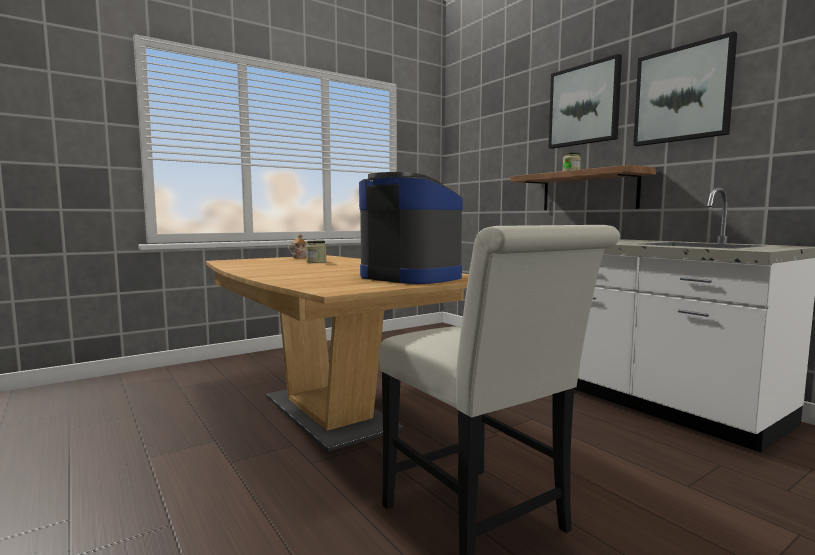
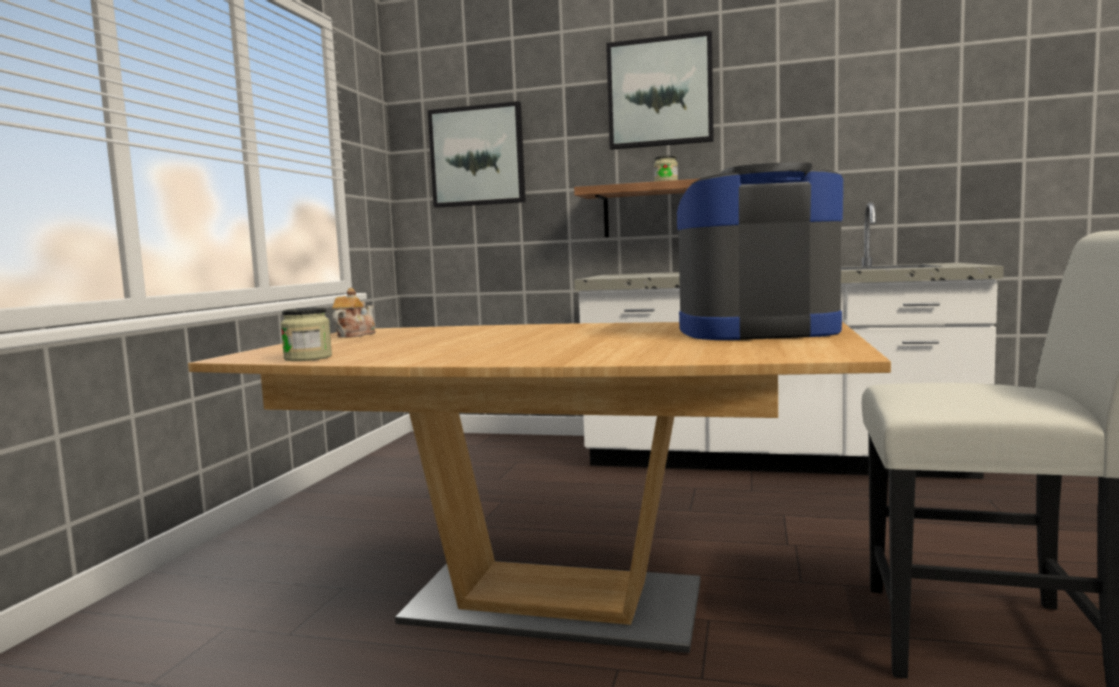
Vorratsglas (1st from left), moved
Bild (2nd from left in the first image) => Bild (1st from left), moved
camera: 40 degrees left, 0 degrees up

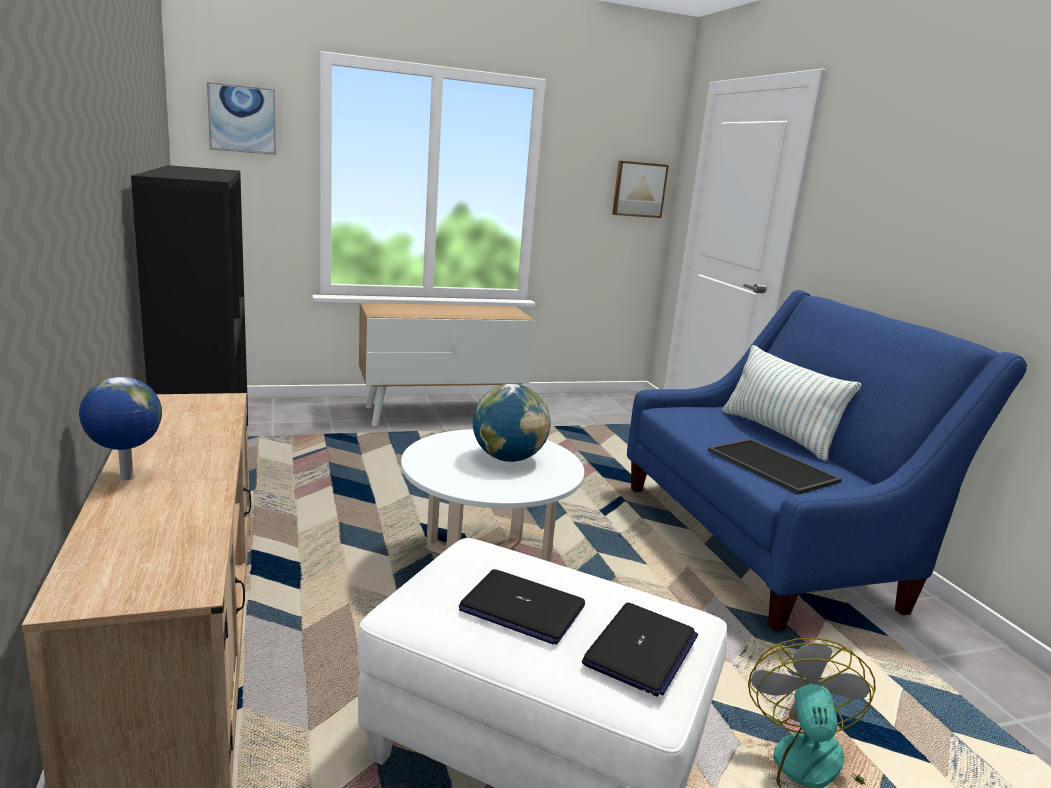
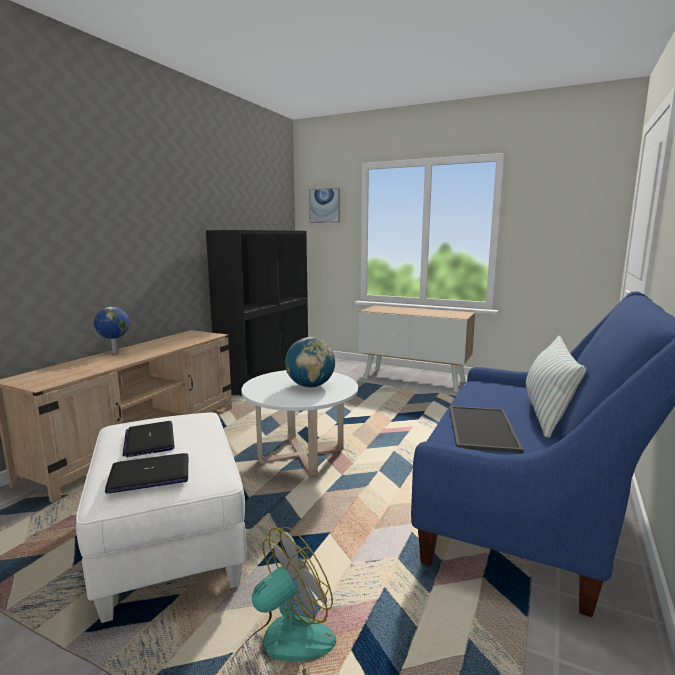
Bild (2nd from left) => nothing
camera: 45 degrees right, 5 degrees down

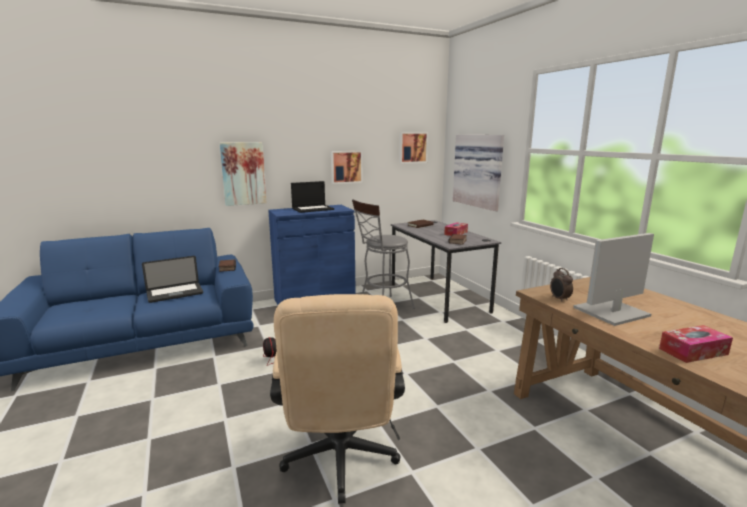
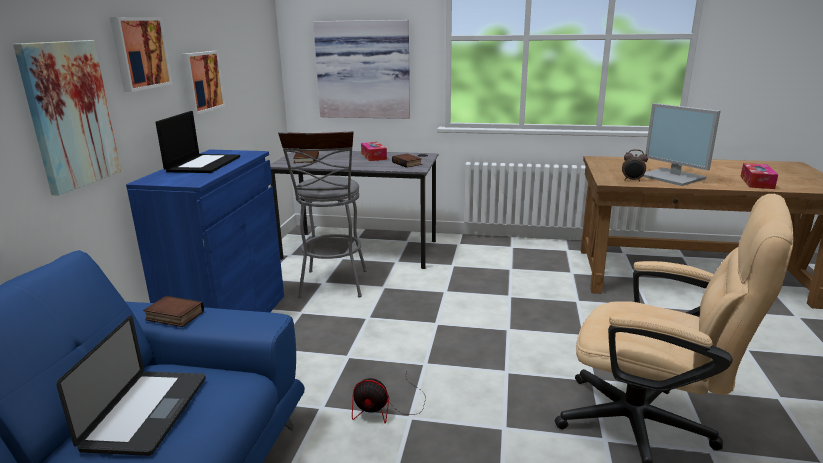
Bild (3rd from left in the first image) => Bild (2nd from left), moved
Monitor, 45 degrees counterclockwise
camera: 55 degrees left, 5 degrees up

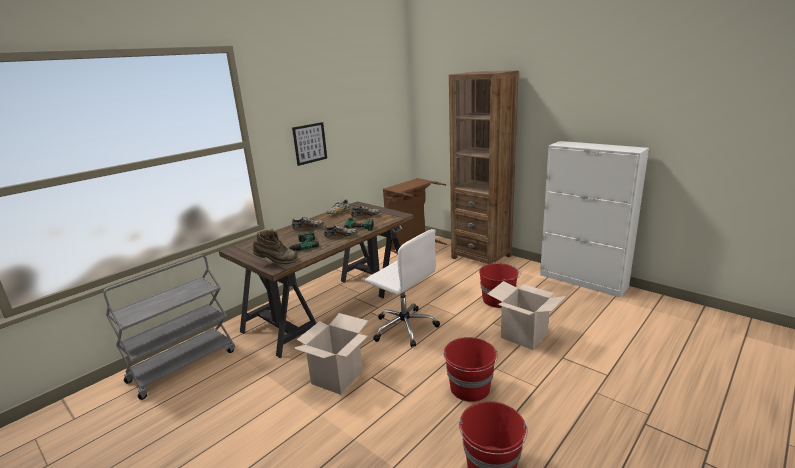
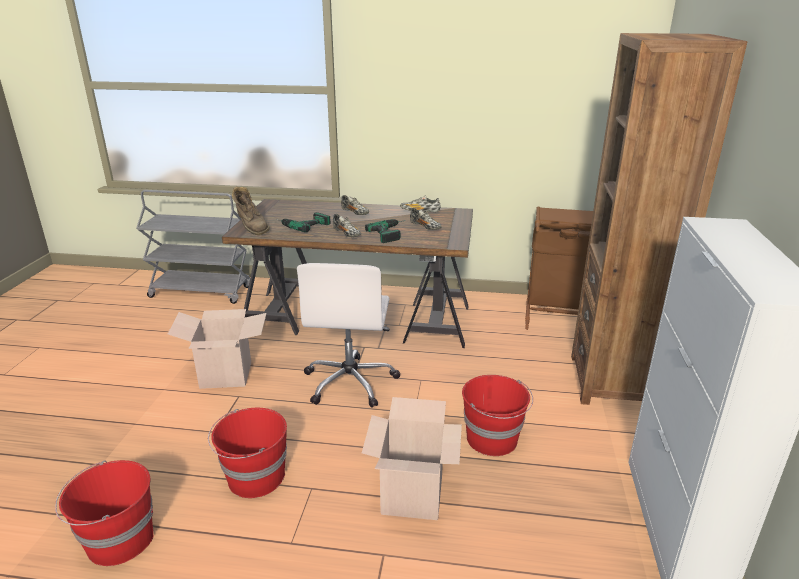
Bild => nothing
camera: 55 degrees right, 5 degrees up

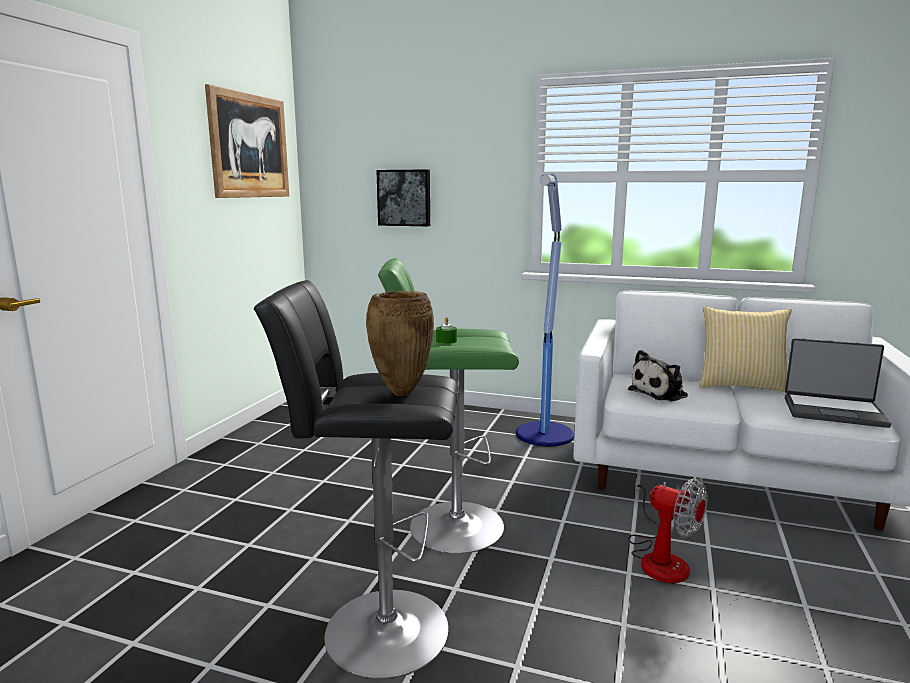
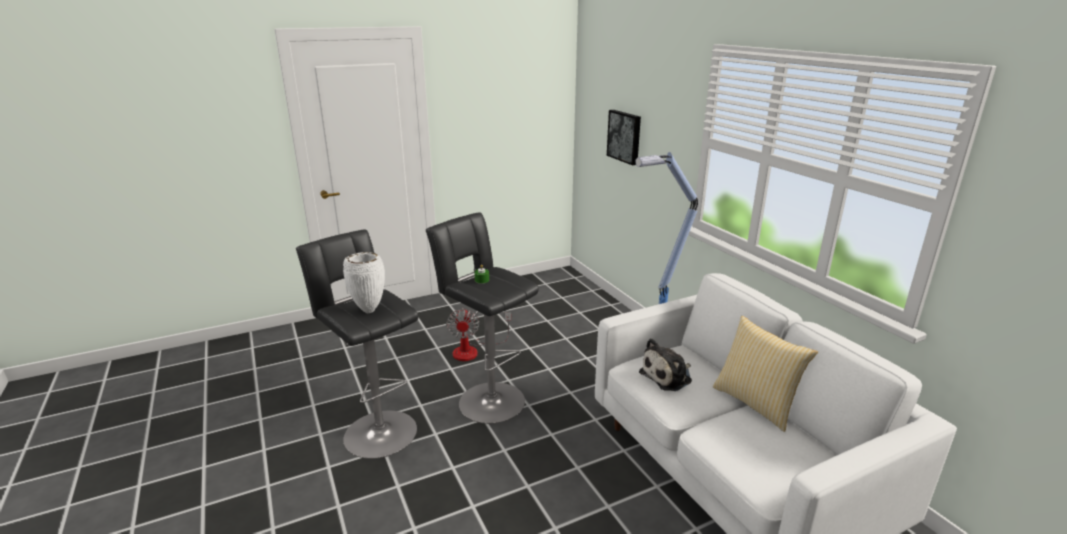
Bild (1st from left) => nothing
Laptop => nothing
Ventilator, moved
Vase (braun) => Vase (weiß)
Hocker (grün) => Hocker (schwarz) (2nd from left)
Plüschtier, 45 degrees counterclockwise
camera: 45 degrees right, 10 degrees up

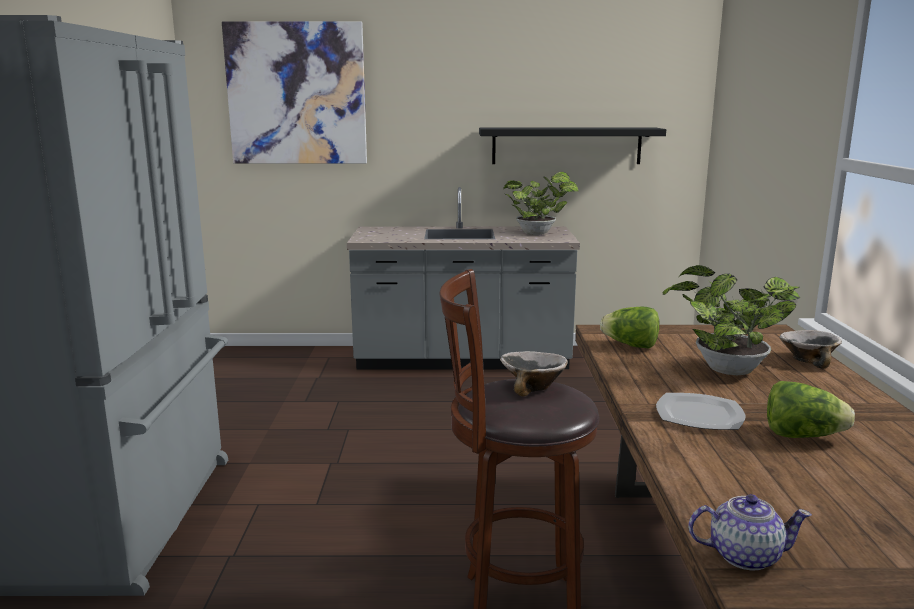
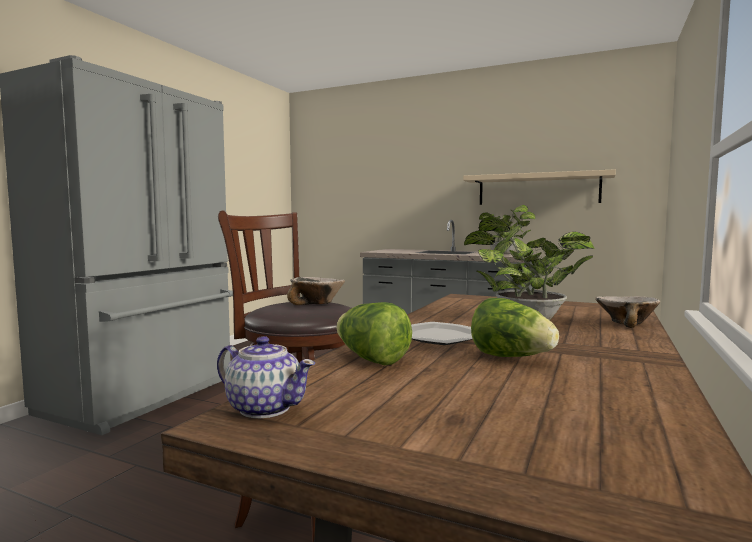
Bild => nothing
Salatkopf (1st from left), moved
Wandregal (schwarz) => Wandregal (beige)
camera: 25 degrees right, 10 degrees down

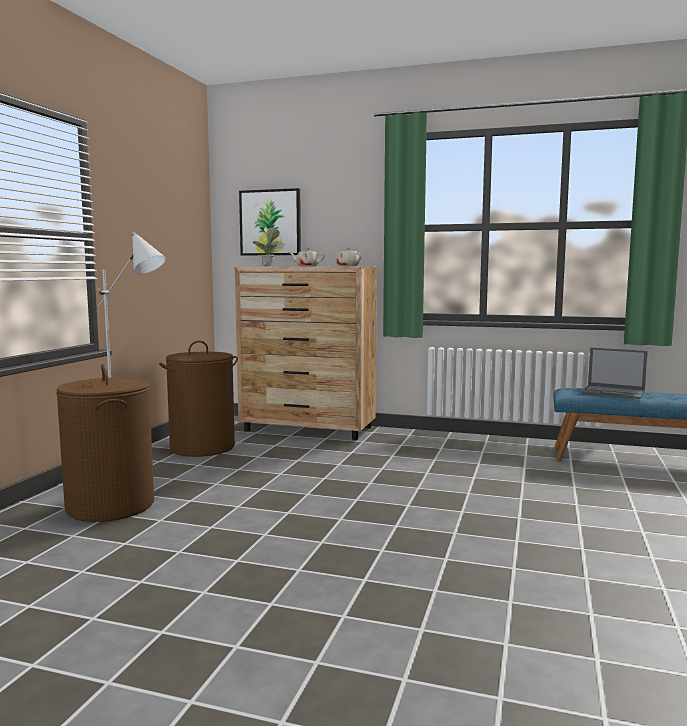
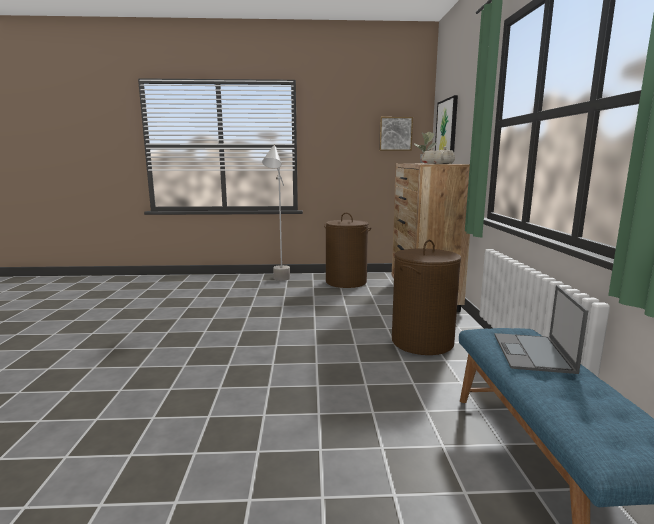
nothing => Bild (1st from left)
Wäschekorb (braun) (1st from left in the first image) => Wäschekorb (braun) (2nd from left), moved
camera: 70 degrees right, 5 degrees up

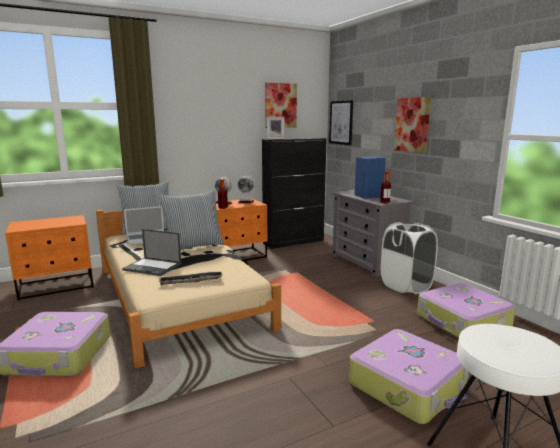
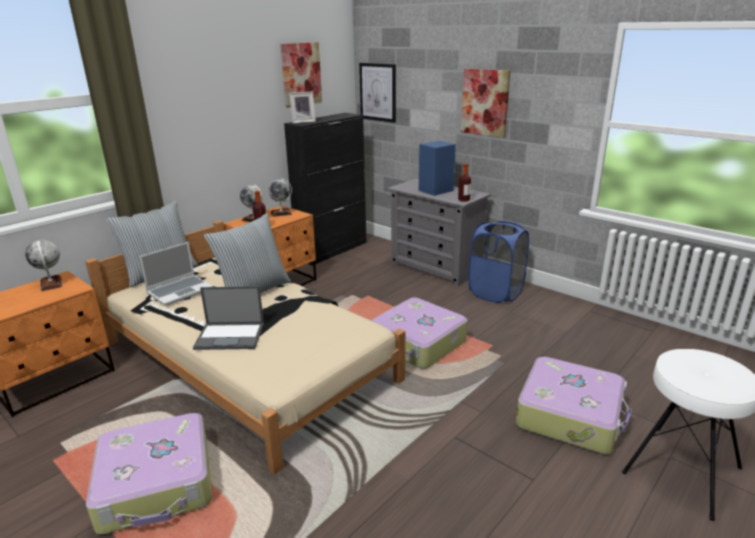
Tablett => nothing
nothing => Globus (1st from left)
Koffer (3rd from left in the first image) => Koffer (2nd from left), moved
Wäschekorb (weiß) => Wäschekorb (blau)
camera: 20 degrees left, 10 degrees up

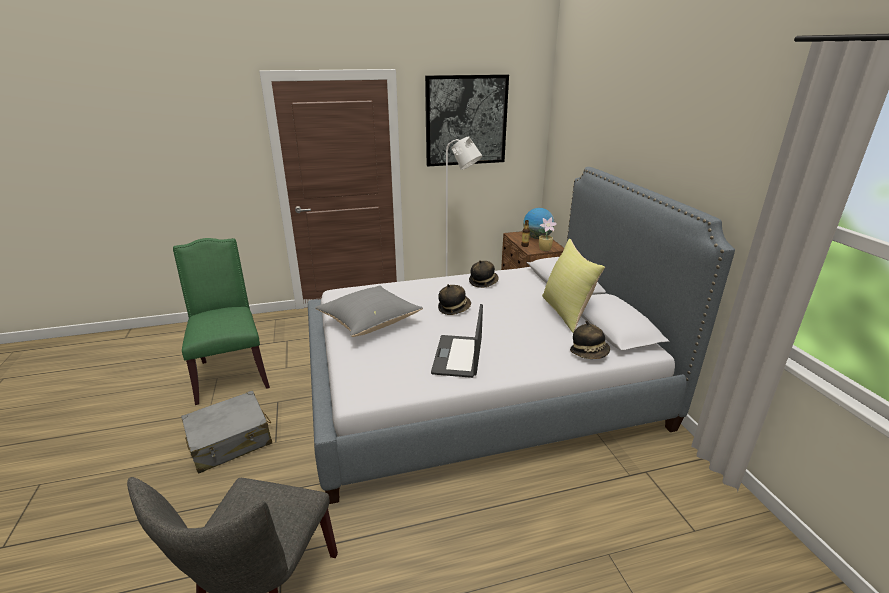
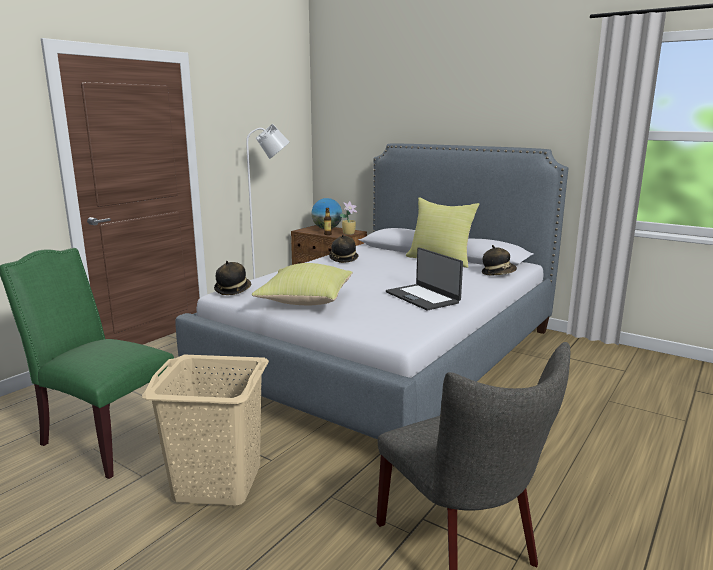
Bild => nothing
Hut (1st from left), moved
Koffer (grau) => Wäschekorb (beige)
Kissen (grau) => Kissen (gelb) (1st from left)
camera: 40 degrees left, 10 degrees down

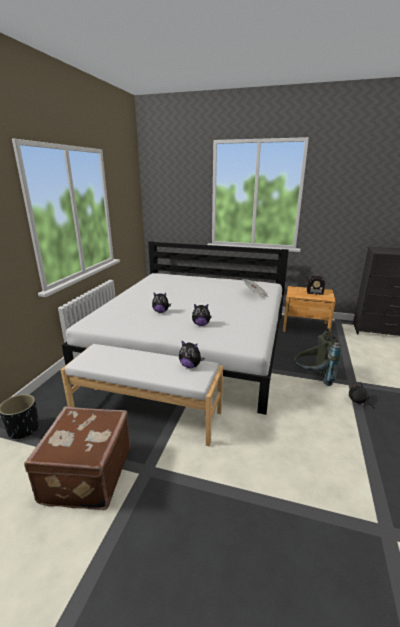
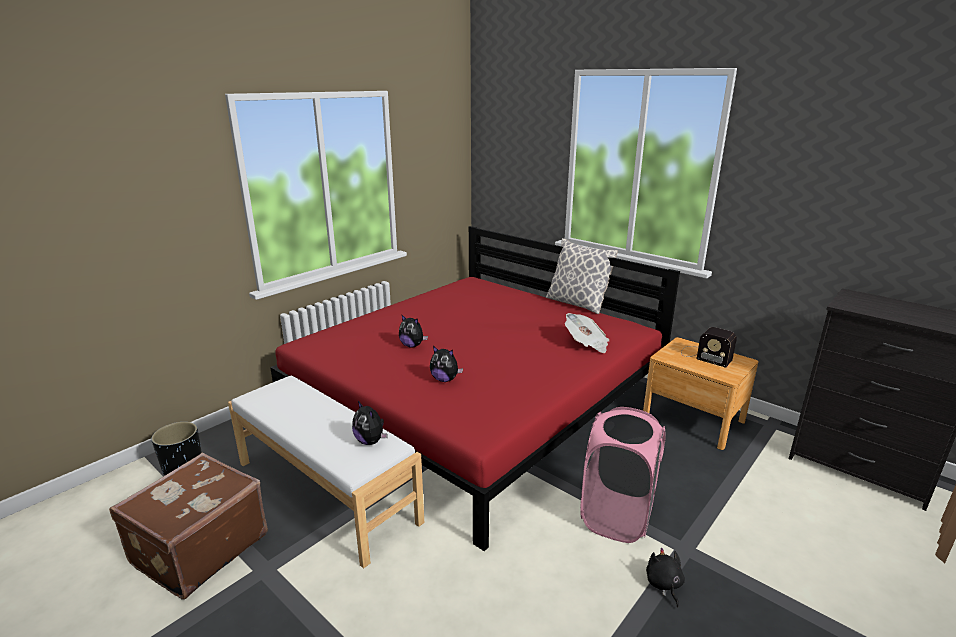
nothing => Kissen
Rucksack (grau) => Wäschekorb (rosa)
Bett (weiß) => Bett (rot)
camera: 25 degrees right, 0 degrees up

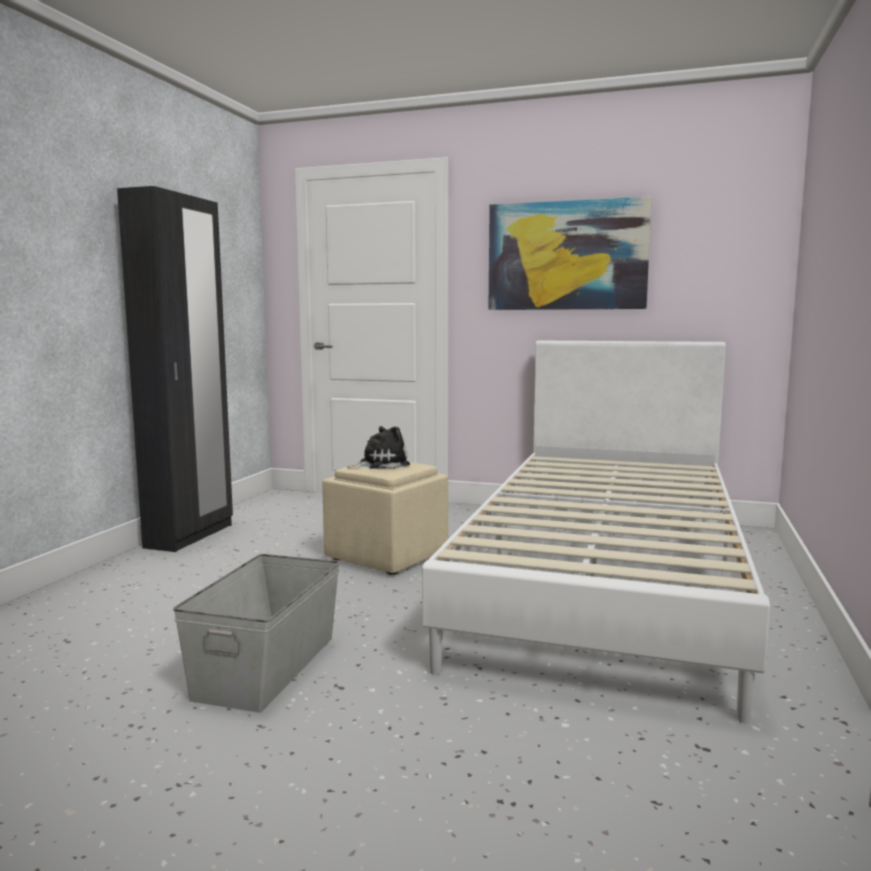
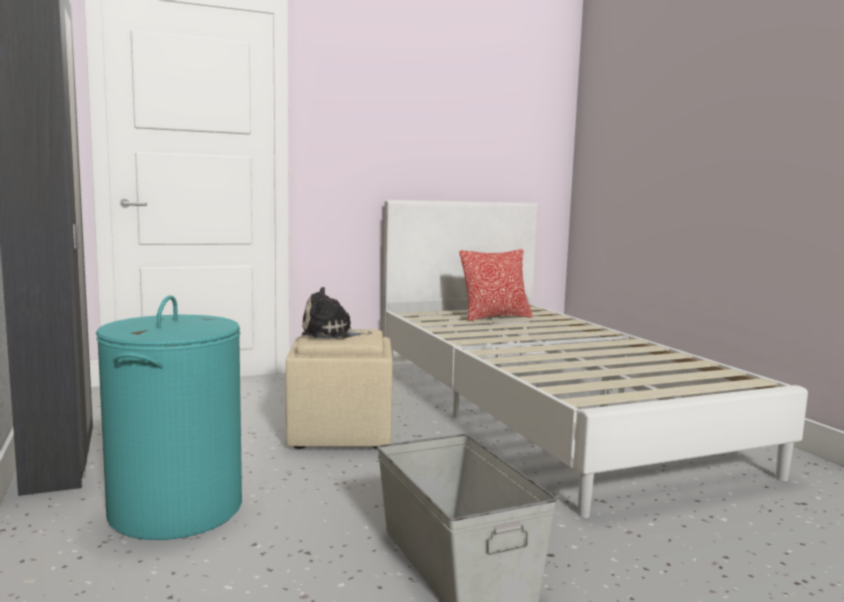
Bild => nothing
nothing => Wäschekorb (türkis)
nothing => Kissen
Plüschtier, 120 degrees counterclockwise
camera: 40 degrees left, 0 degrees up

